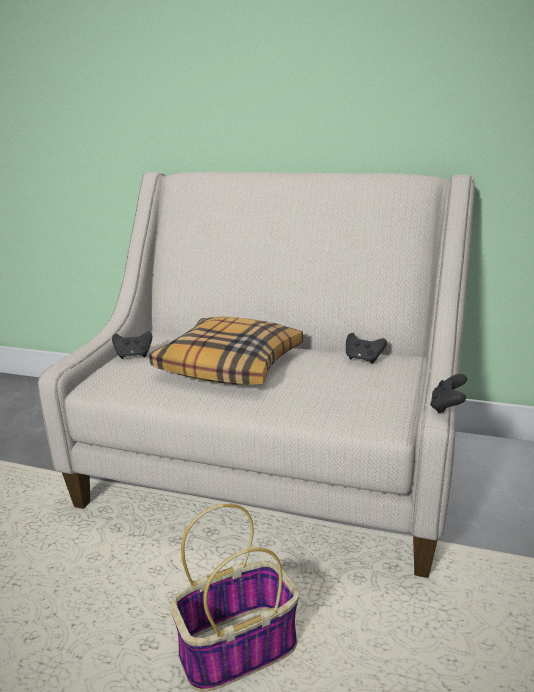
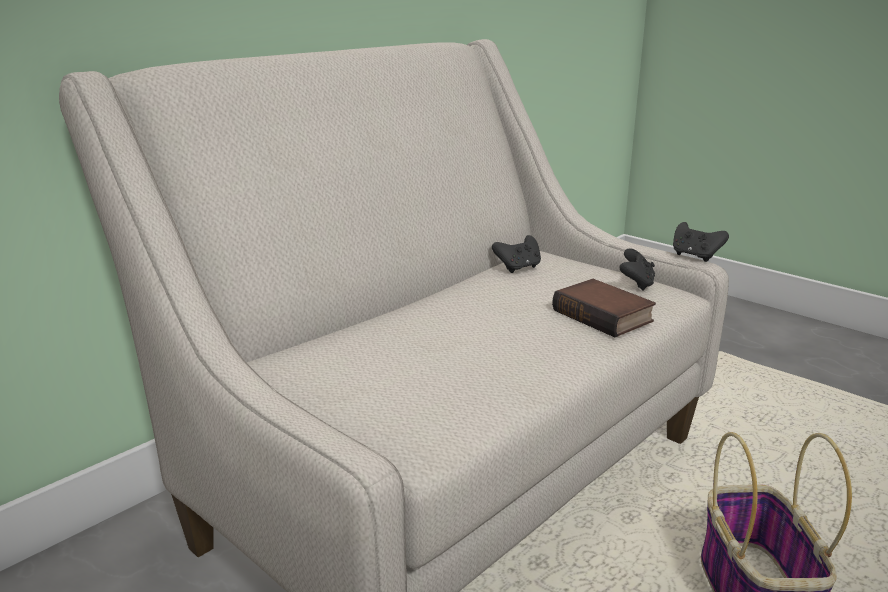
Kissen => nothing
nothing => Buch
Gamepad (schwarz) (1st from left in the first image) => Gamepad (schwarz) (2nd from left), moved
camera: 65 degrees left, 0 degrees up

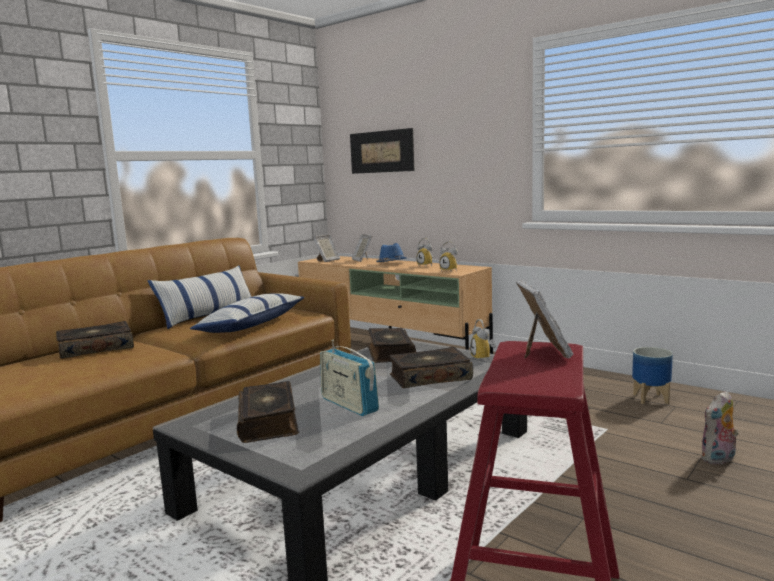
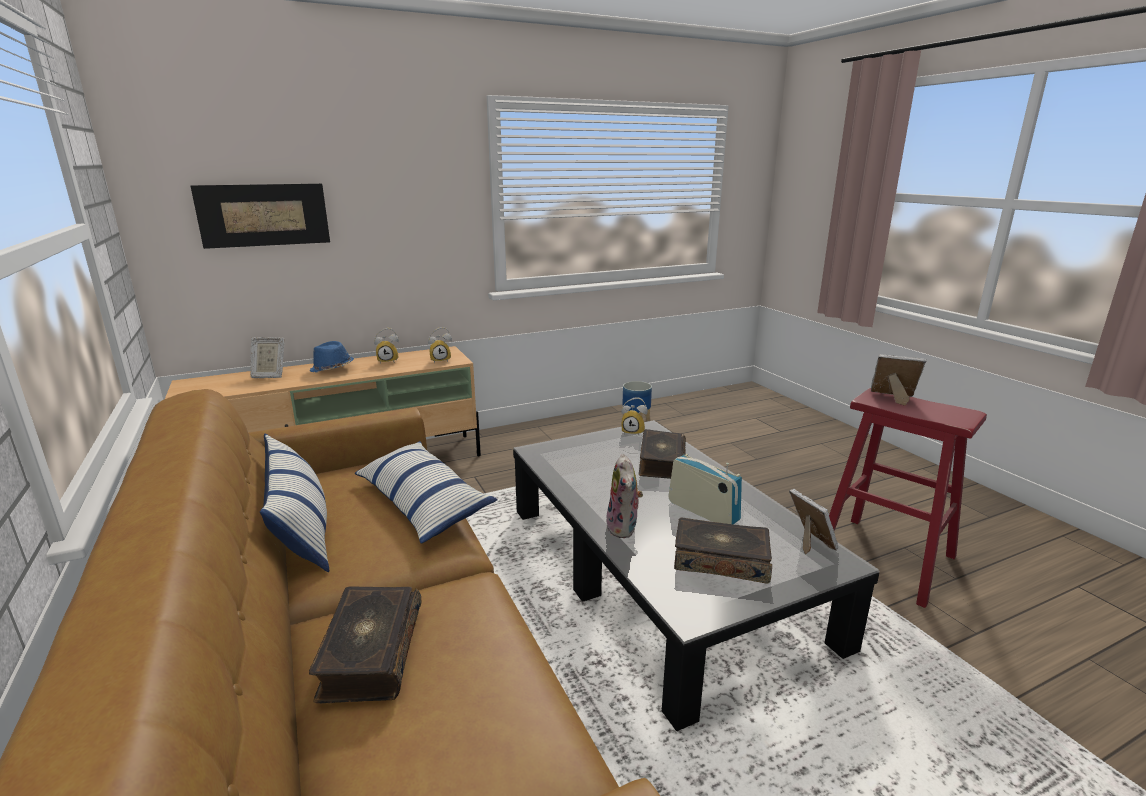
Buch (3rd from left) => nothing
Bilderrahmen (1st from left in the first image) => Bilderrahmen (2nd from left), moved
Plüschtier, moved
Radio, 120 degrees counterclockwise
camera: 65 degrees left, 10 degrees up

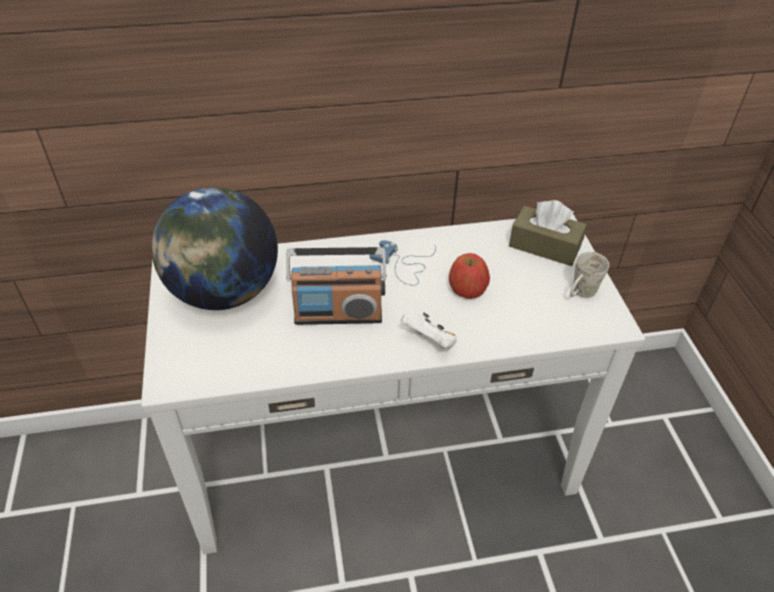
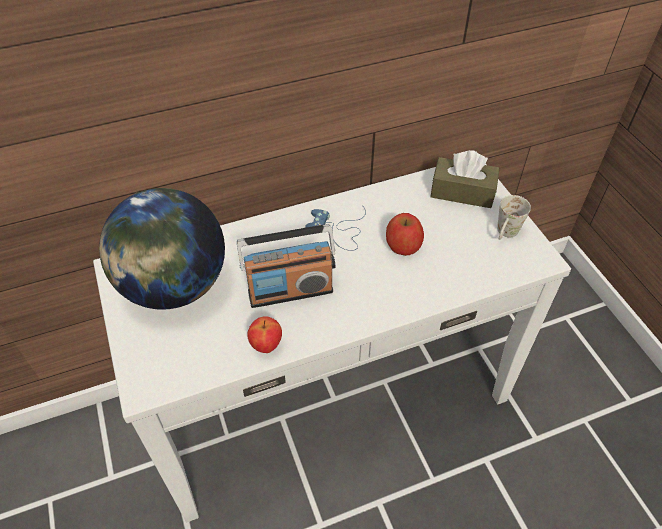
Gamepad (weiß) => nothing
nothing => Apfel (1st from left)
camera: 10 degrees left, 5 degrees up

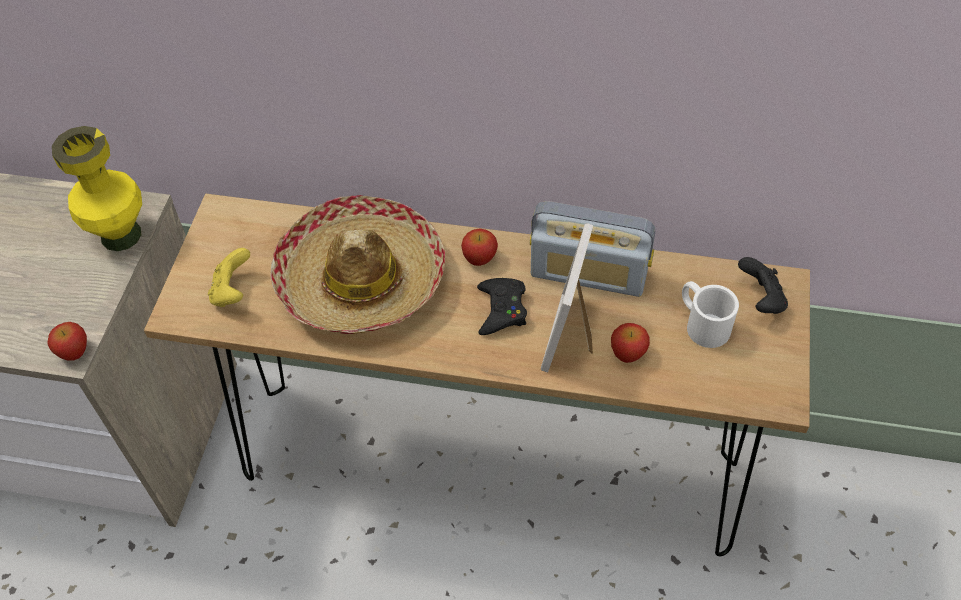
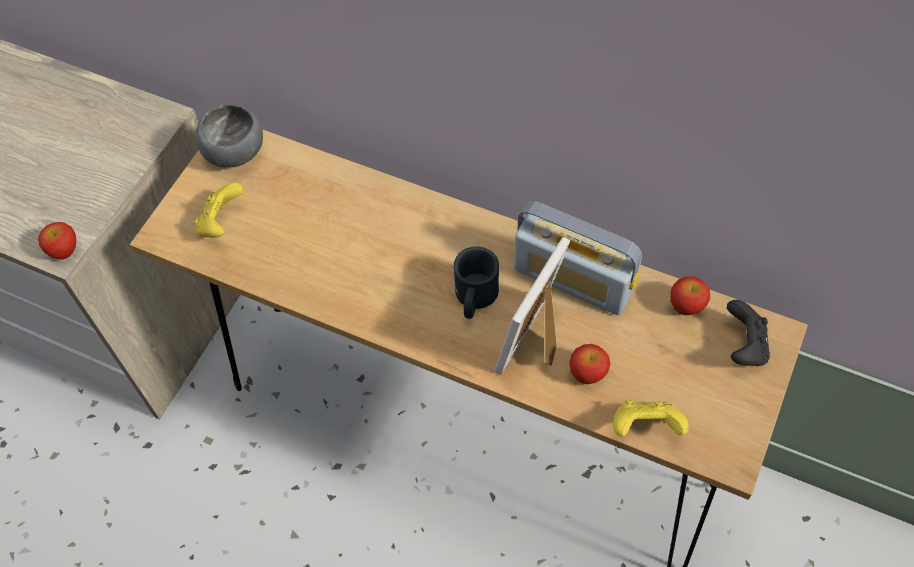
Vase (gelb) => nothing
Hut => nothing
Henkelbecher (weiß) => nothing
nothing => Schüssel (grau)
nothing => Gamepad (gelb) (2nd from left)
Apfel (2nd from left in the first image) => Apfel (3rd from left), moved
Gamepad (schwarz) (1st from left) => Henkelbecher (schwarz)
camera: 15 degrees right, 5 degrees up

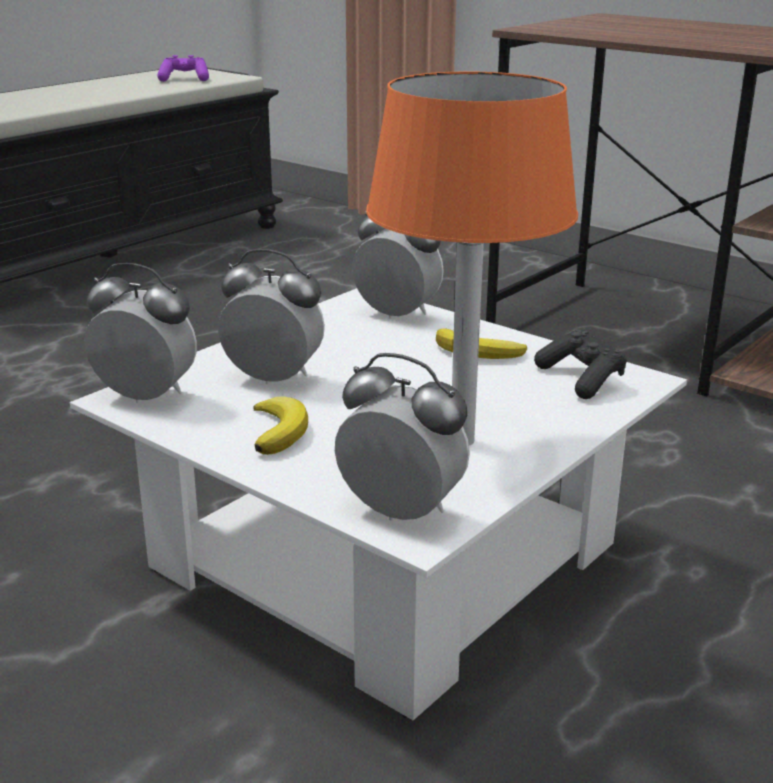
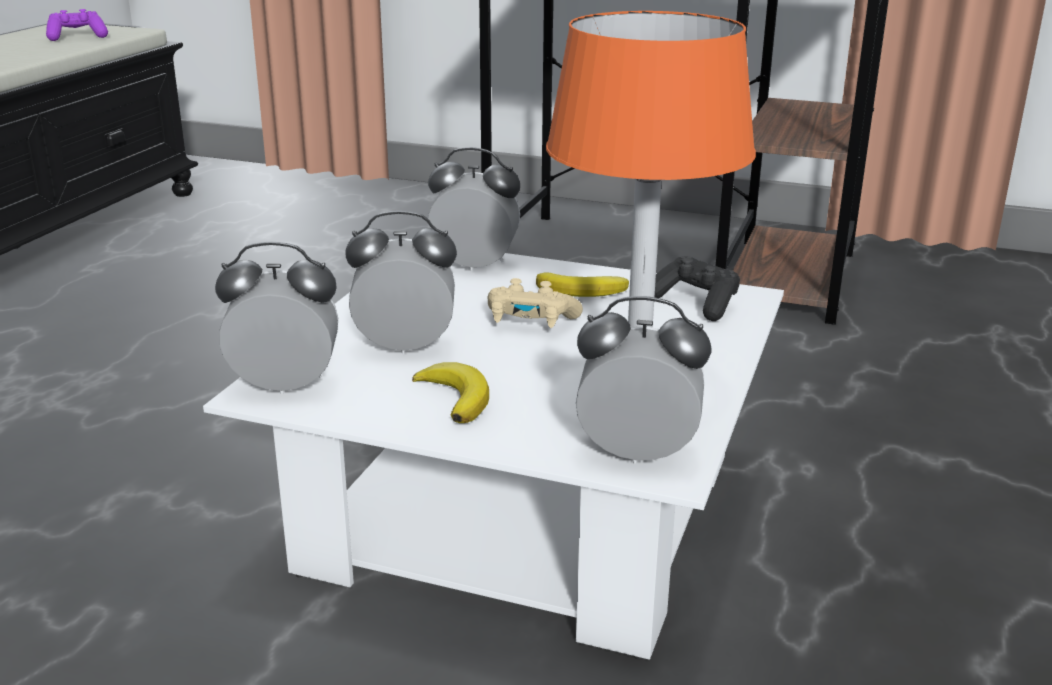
nothing => Gamepad (beige)
camera: 20 degrees left, 0 degrees up

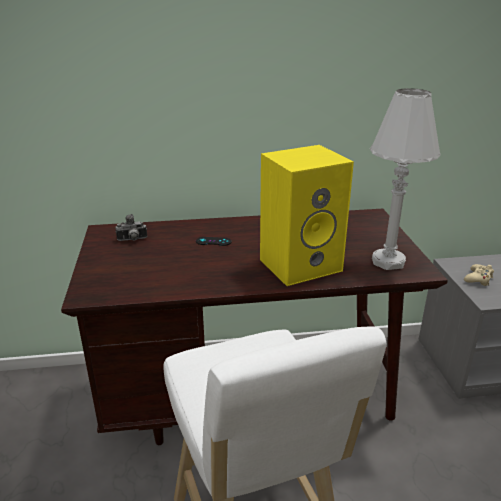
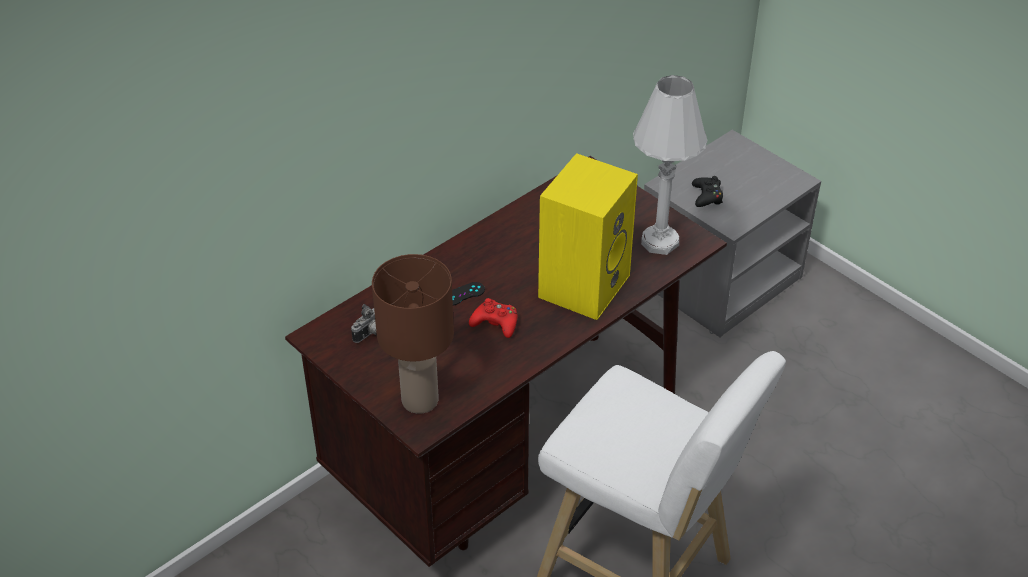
nothing => Tischlampe (braun)
nothing => Gamepad (rot)
Gamepad (beige) => Gamepad (schwarz) (2nd from left)
camera: 35 degrees left, 15 degrees up

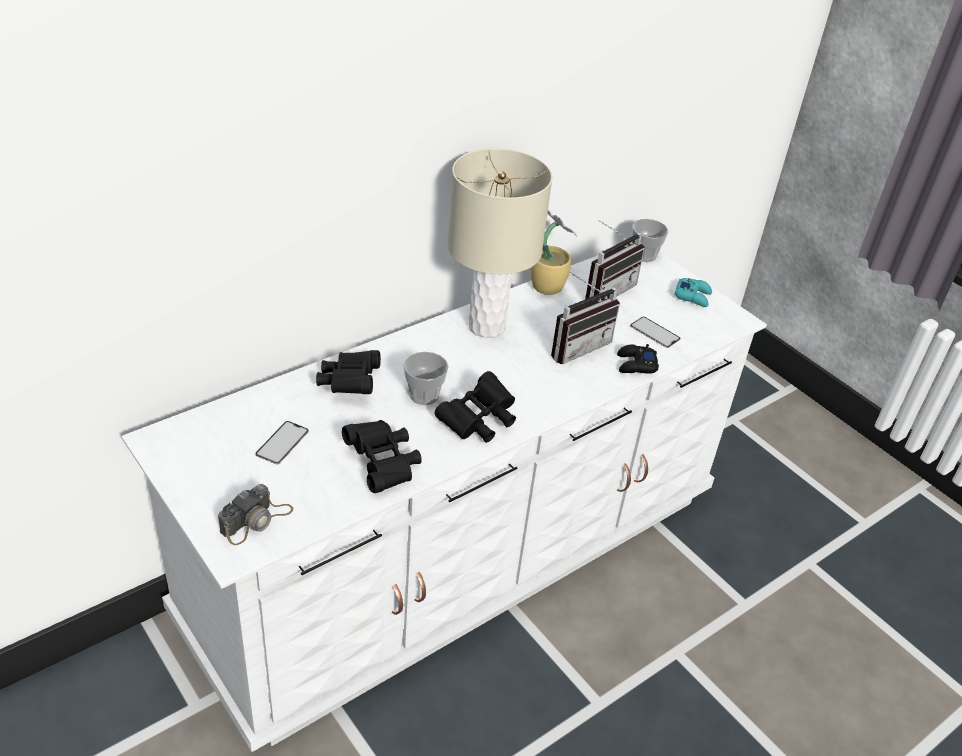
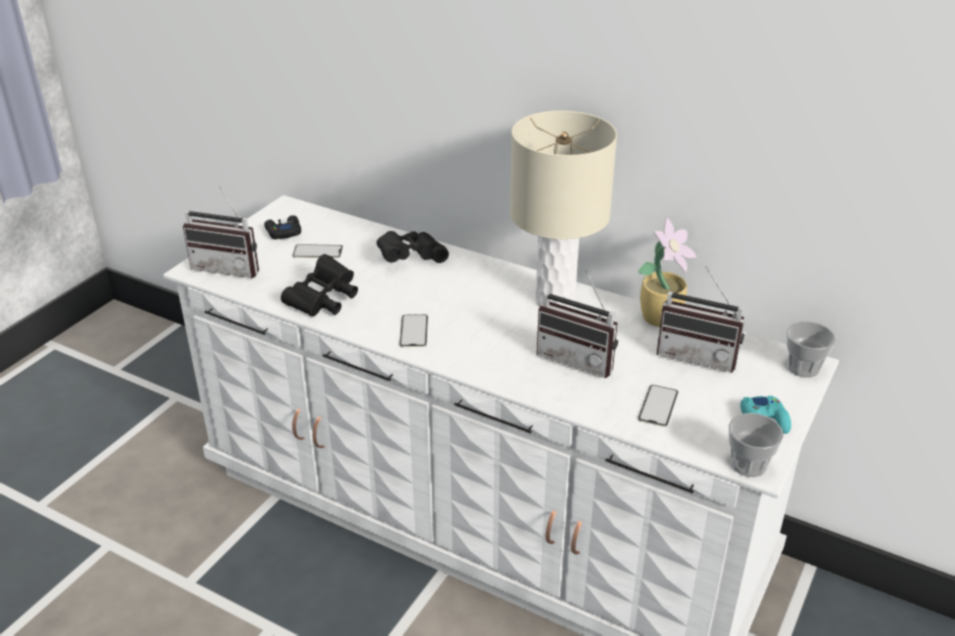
Tasse (1st from left), moved
Gamepad (schwarz), moved
Kamera => Radio (1st from left)
Fernglas (schwarz) (3rd from left) => Handy (2nd from left)
camera: 70 degrees right, 5 degrees down

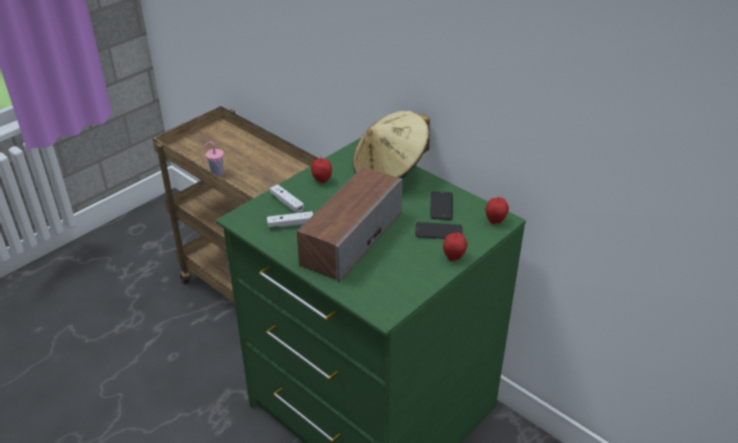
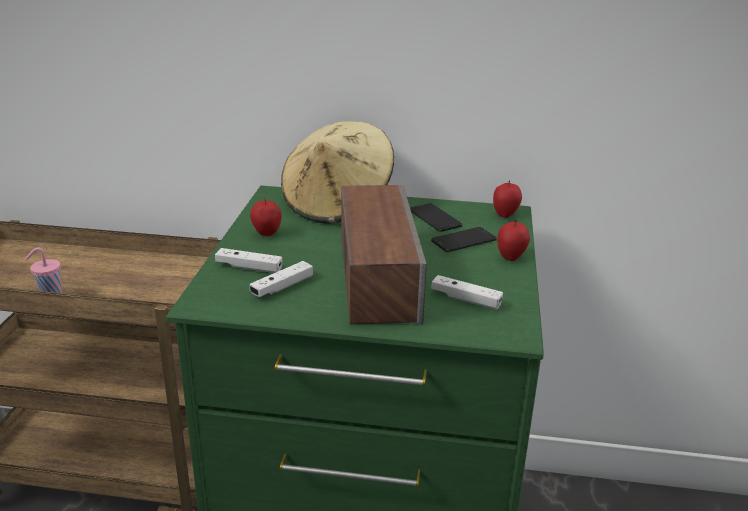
nothing => Gamepad (weiß) (3rd from left)
camera: 35 degrees left, 10 degrees down

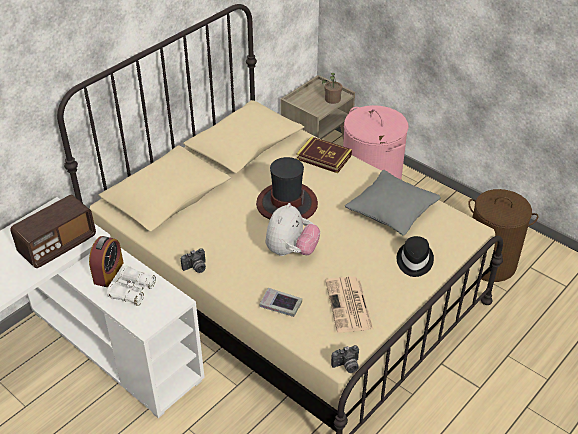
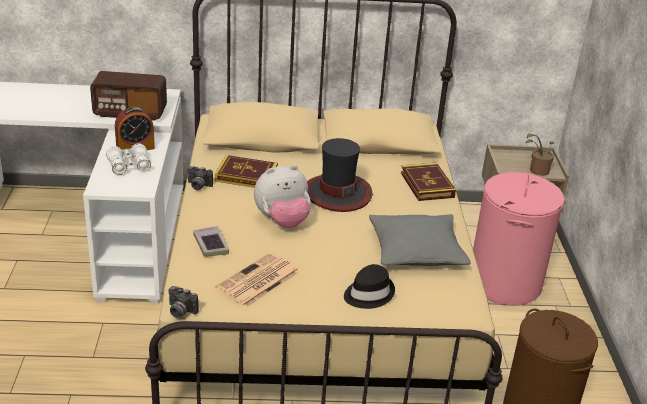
nothing => Buch (2nd from left)
camera: 45 degrees right, 10 degrees down

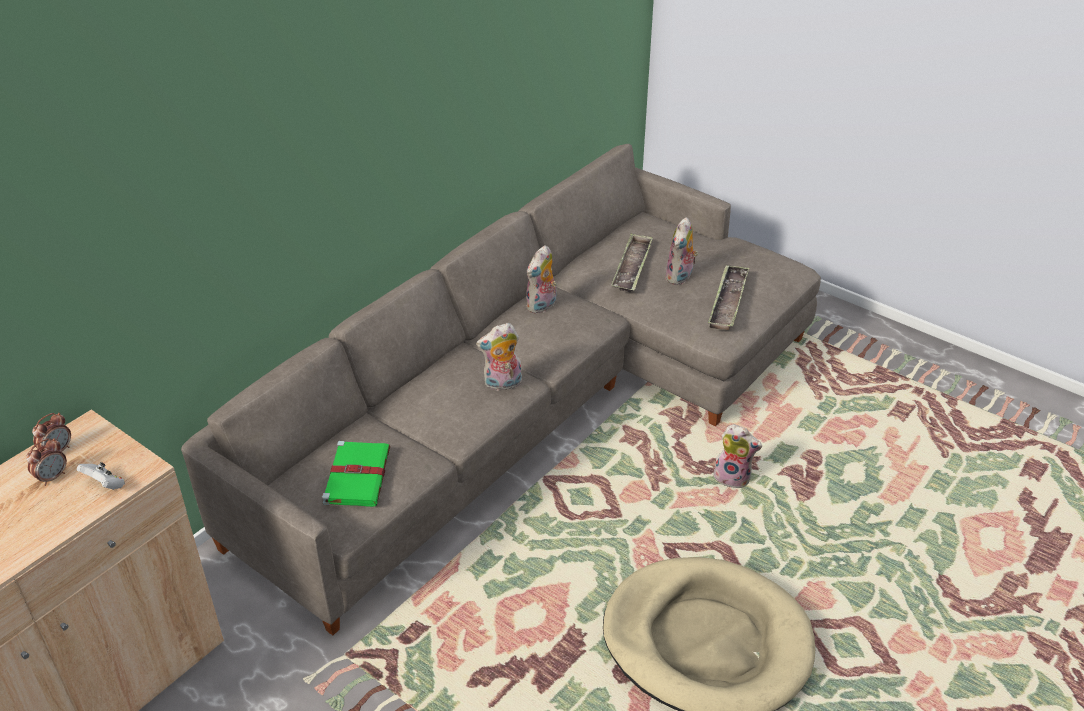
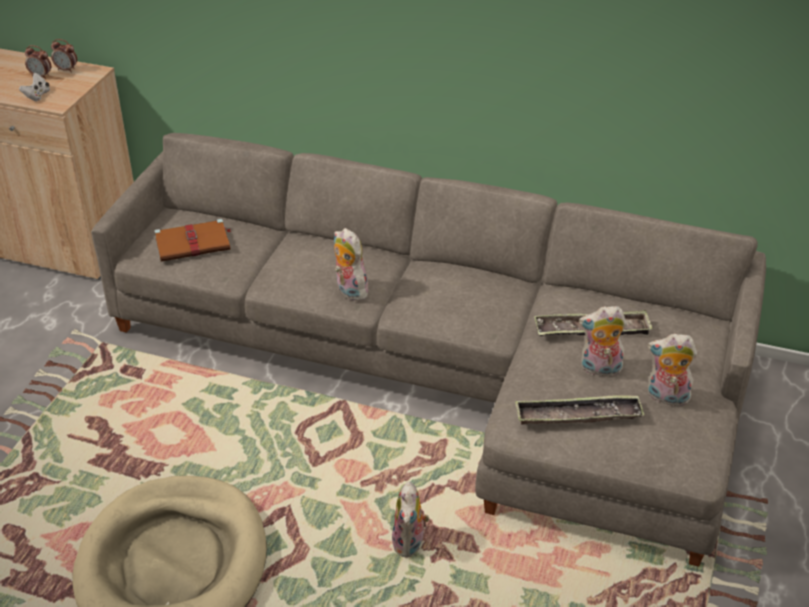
Plüschtier (2nd from left in the first image) => Plüschtier (4th from left), moved
Buch (grün) => Buch (braun)
camera: 70 degrees right, 0 degrees up

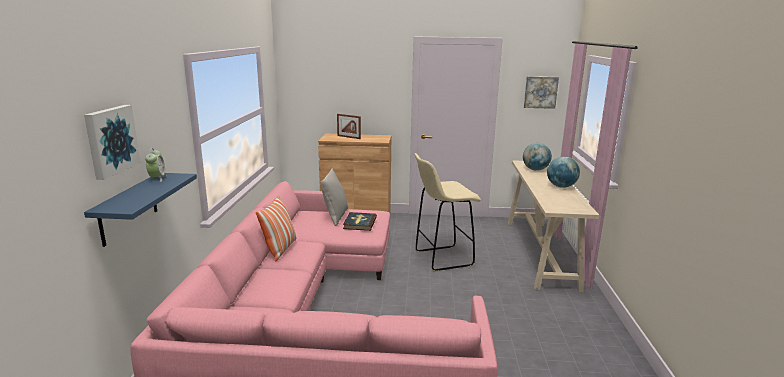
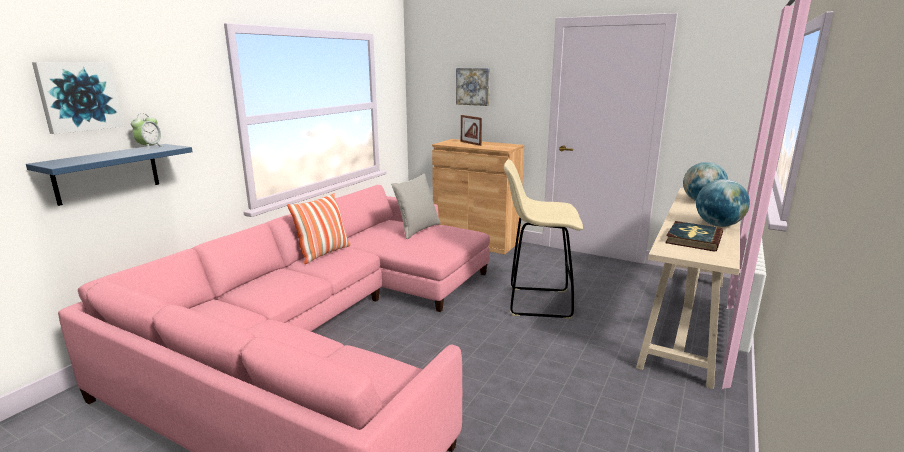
Buch, moved
Bild (2nd from left), moved
camera: 25 degrees right, 0 degrees up

